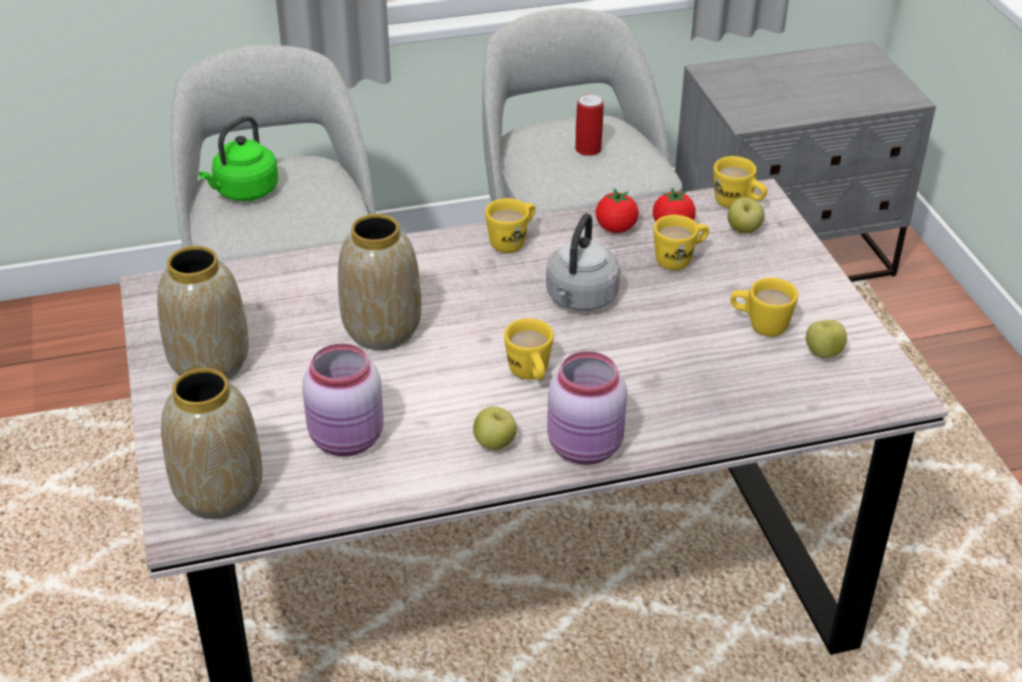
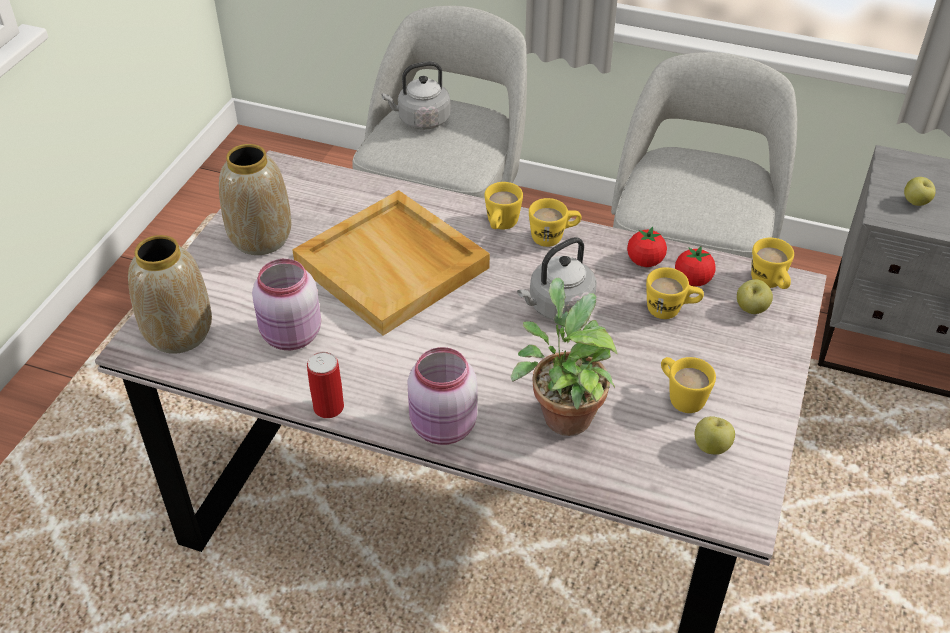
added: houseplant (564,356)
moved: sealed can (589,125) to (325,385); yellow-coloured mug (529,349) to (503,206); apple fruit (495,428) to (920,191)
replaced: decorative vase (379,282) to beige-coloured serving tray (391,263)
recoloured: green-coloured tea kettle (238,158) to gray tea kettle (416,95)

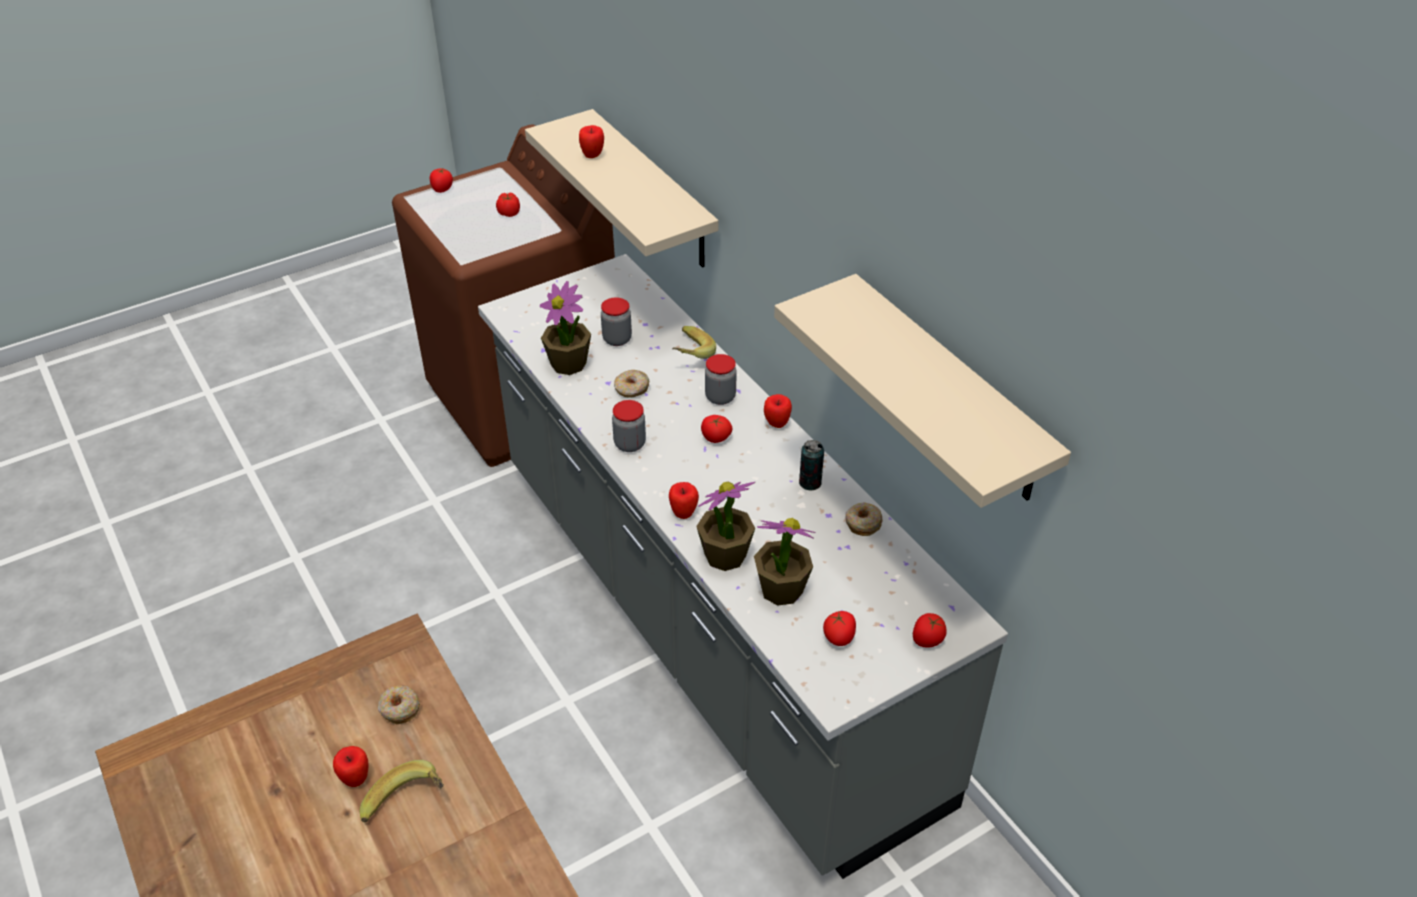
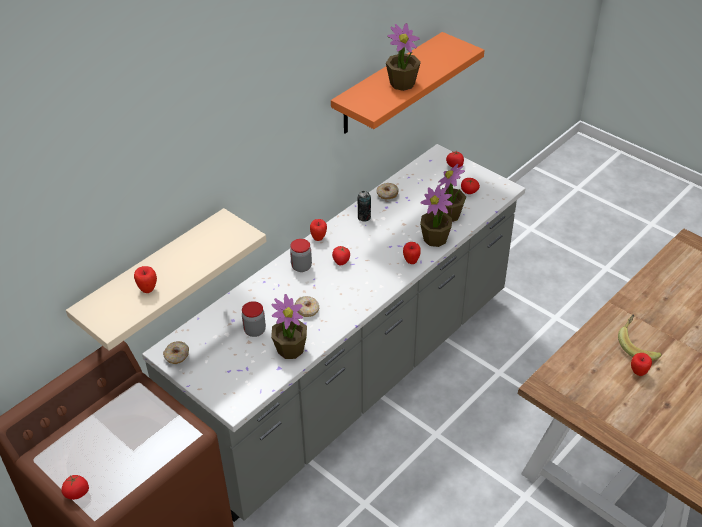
removed: whole tomato (508,205); preserve jar (629,426); whole banana (694,342)
added: houseplant (403,57)
moved: donut (399,705) to (176,352)
recoloured: beige-coloured bracket shelf (922,391) to orangey bracket shelf (407,82)

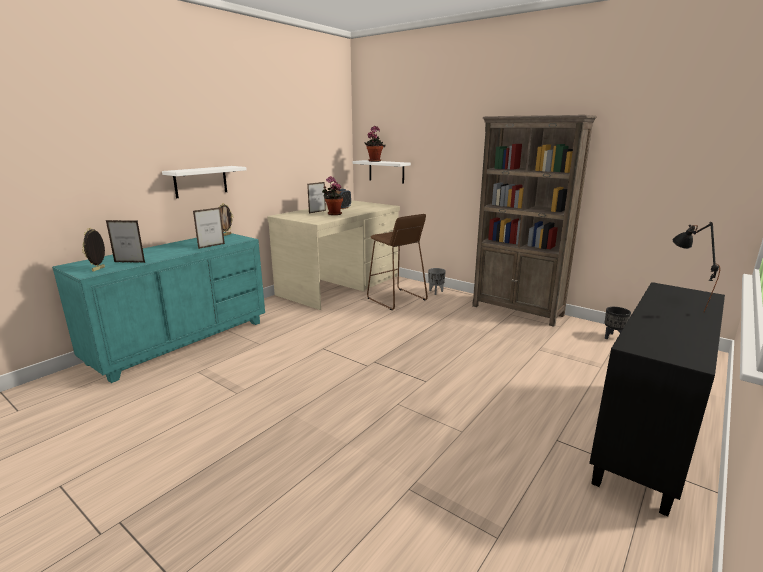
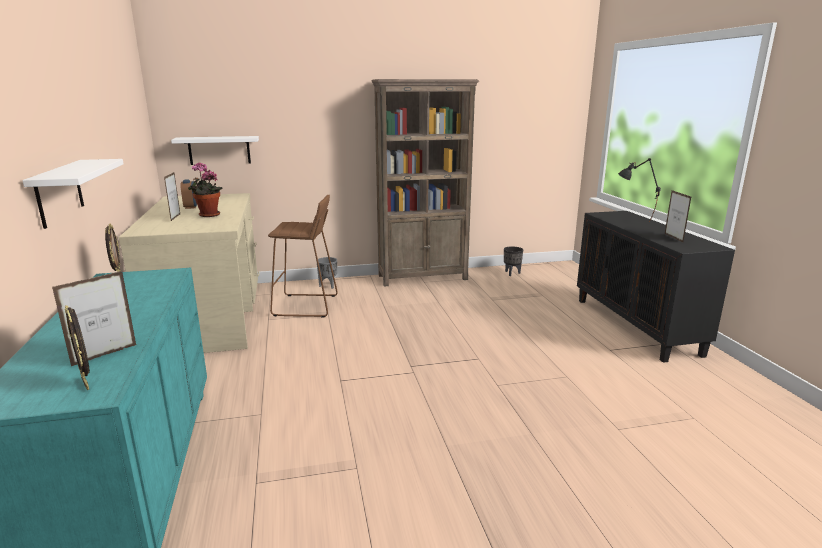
removed: houseplant (374,144)
moved: standing frame (209,228) to (678,216)

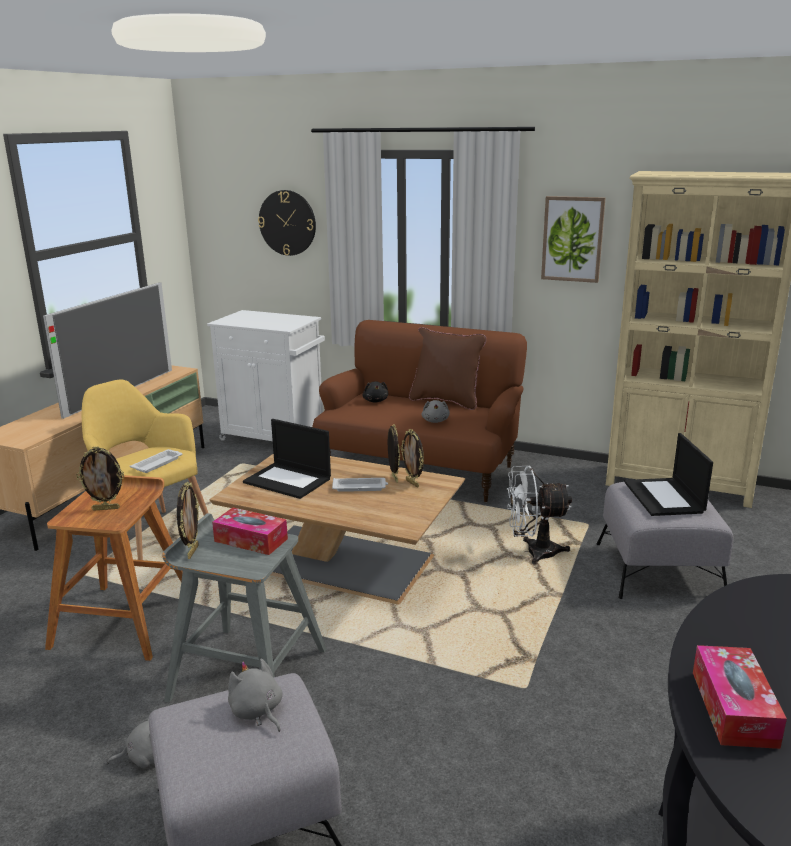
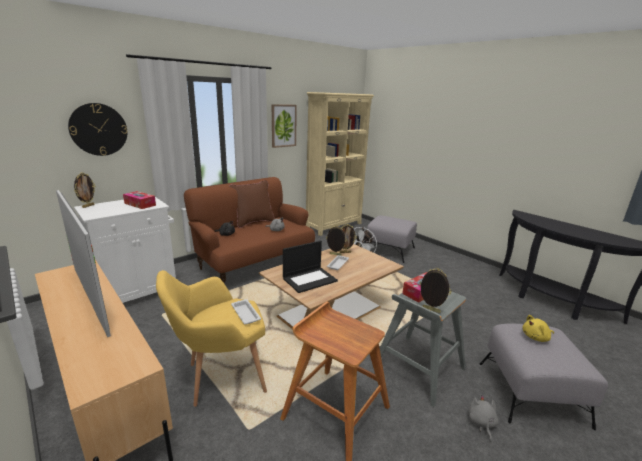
removed: laptop (668,474)
moved: standing frame (100,478) to (85,190); tissue holder (740,697) to (139,200)
recoloured: gray plush toy (255,695) to yellow-coloured plush toy (538,328)

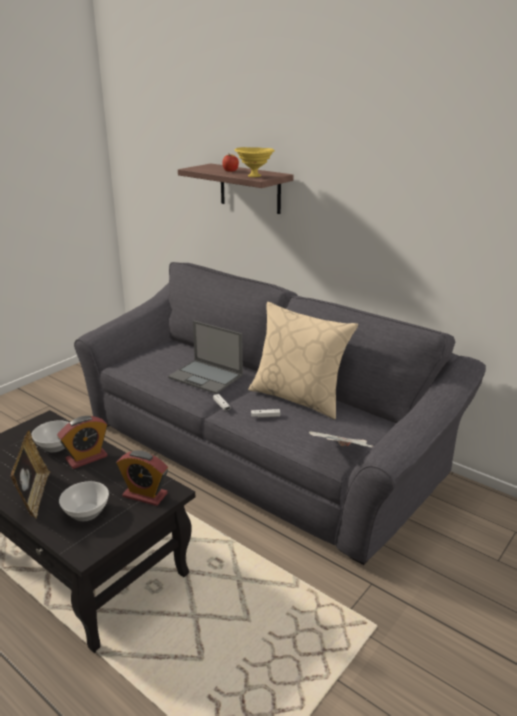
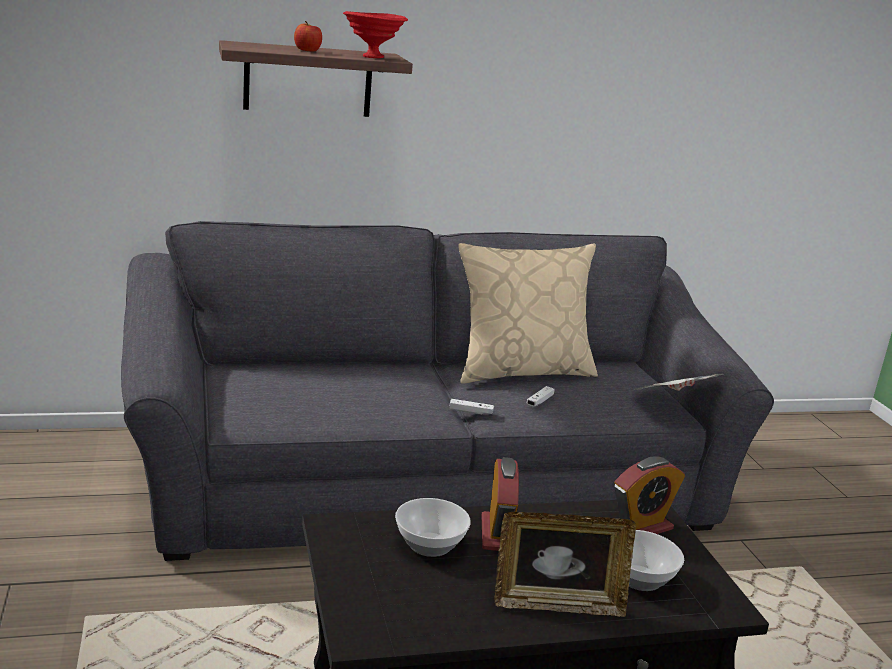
removed: laptop (205,357)
recoloured: yellow-coloured deep dish (255,162) to red-coloured deep dish (375,34)
turned: standing frame (30,474) = (565,564) 150 degrees clockwise

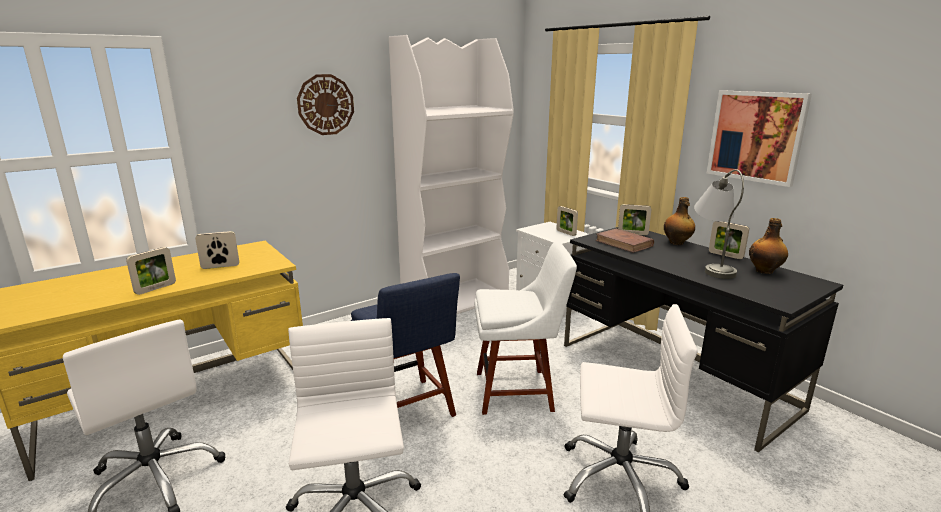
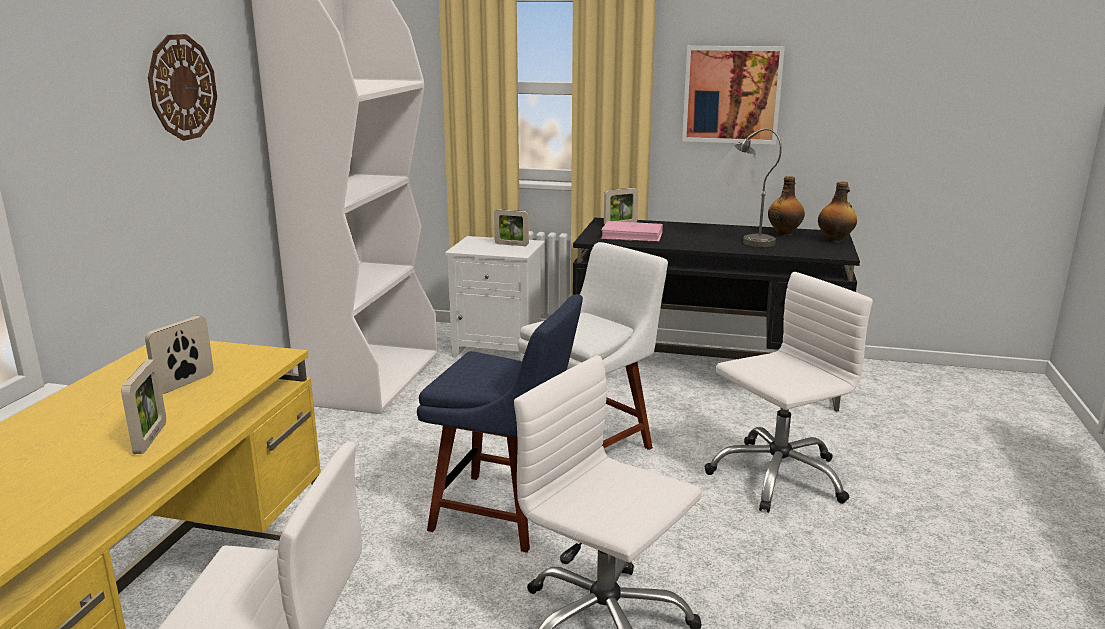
removed: standing frame (729,240)
moved: drink bottle (679,221) to (837,212)
recoloured: brown-coloured bound book (624,241) to pink-coloured bound book (632,231)

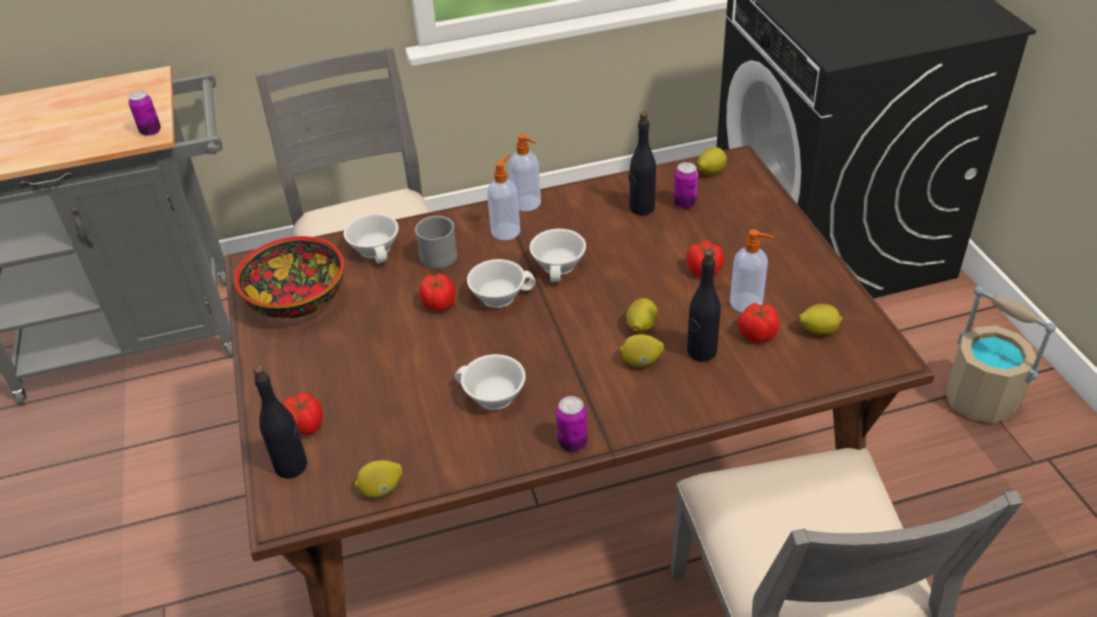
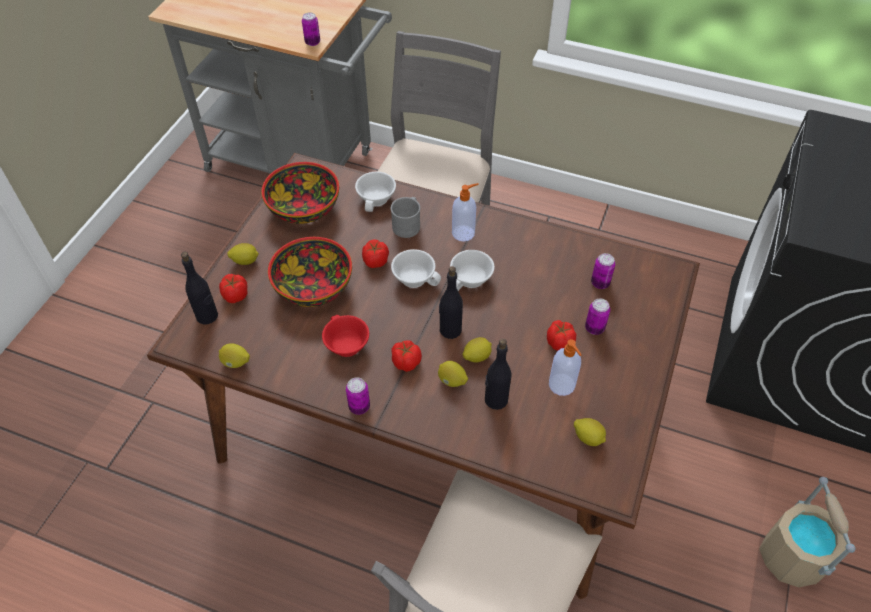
removed: soap bottle (525,172)
added: deep dish (310,272); sealed can (597,316)
moved: whole lemon (712,160) to (243,254); whole tomato (758,323) to (406,356); black drink bottle (642,163) to (451,302)
recoloured: white small cup (490,382) to red-coloured small cup (345,336)

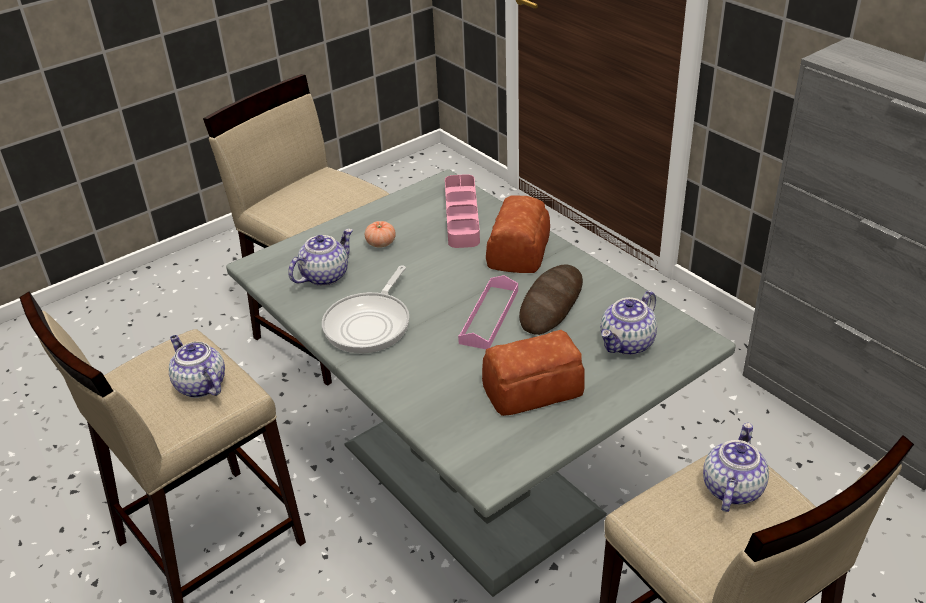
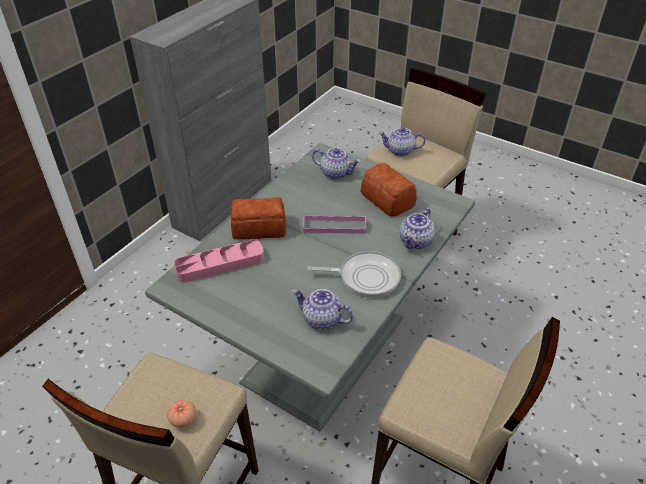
removed: baked bread (551,299)
moved: whole tomato (380,234) to (181,414); teapot (197,366) to (417,228)

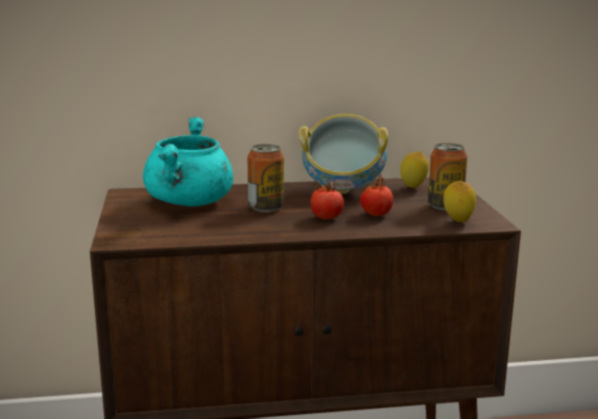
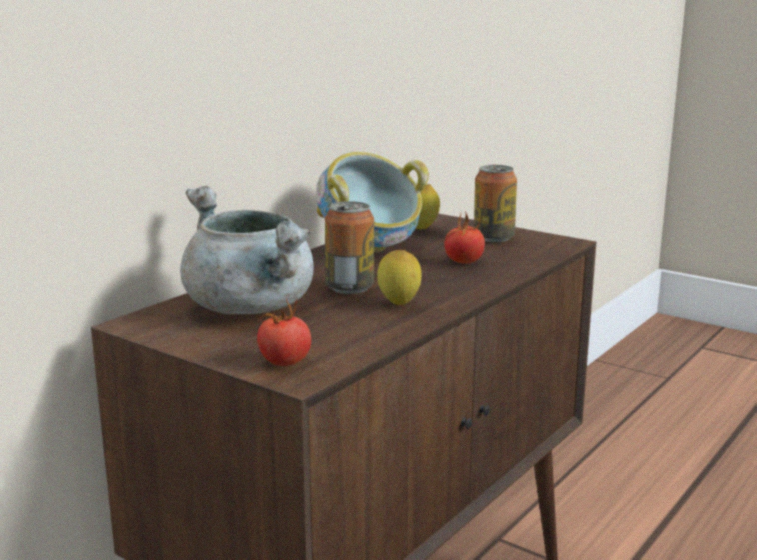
moved: whole tomato (327,198) to (284,332); whole lemon (459,201) to (399,277)
recoloured: turquoise saucepot (188,161) to gray saucepot (246,250)

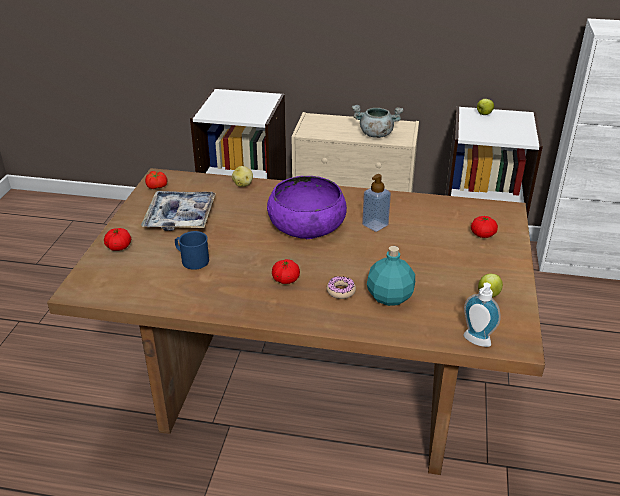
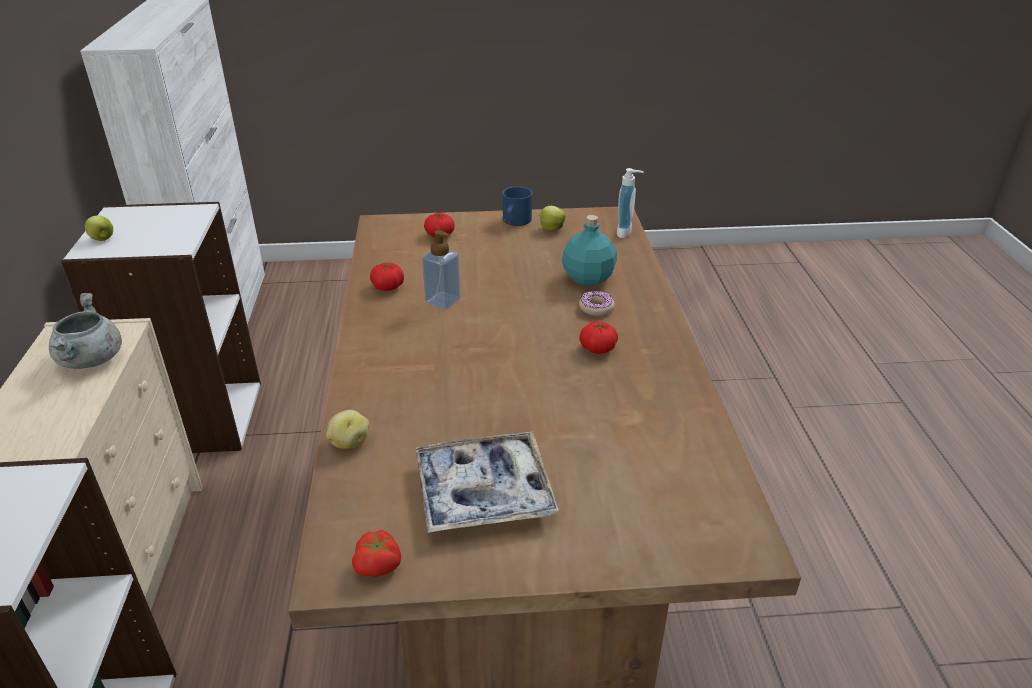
removed: purple deep dish (307,207)
moved: whole tomato (117,239) to (387,277); bluish mug (192,250) to (517,206)

